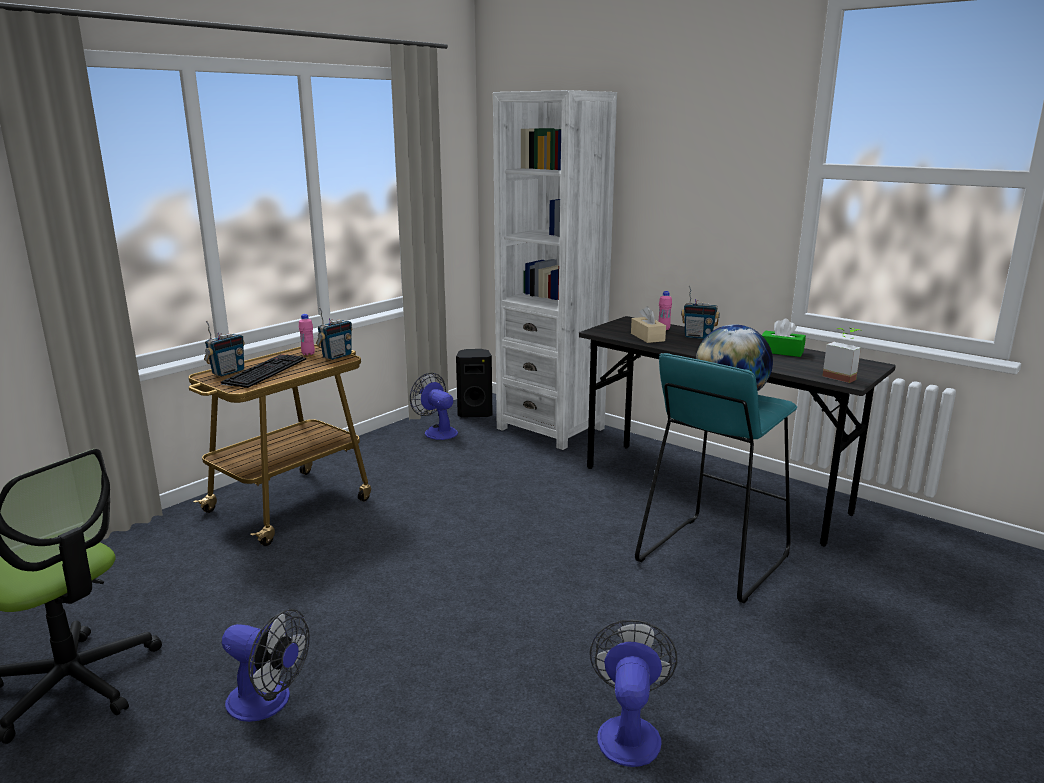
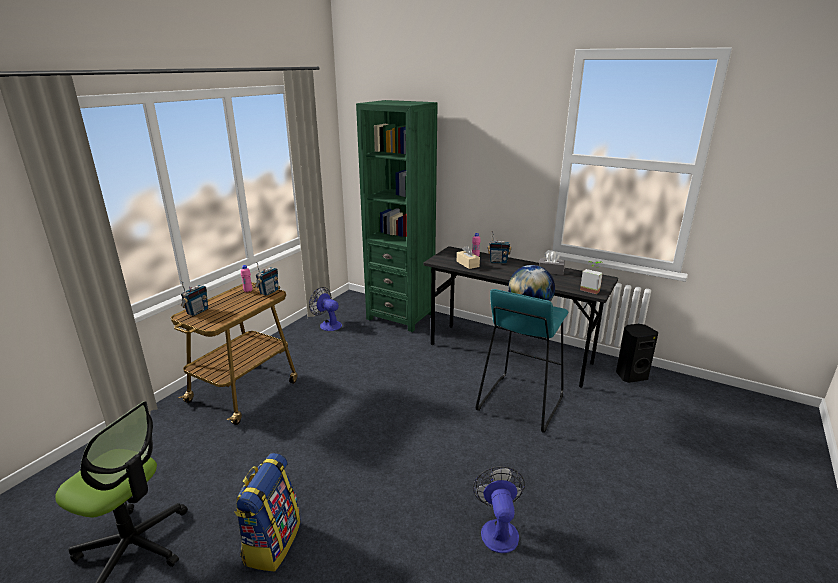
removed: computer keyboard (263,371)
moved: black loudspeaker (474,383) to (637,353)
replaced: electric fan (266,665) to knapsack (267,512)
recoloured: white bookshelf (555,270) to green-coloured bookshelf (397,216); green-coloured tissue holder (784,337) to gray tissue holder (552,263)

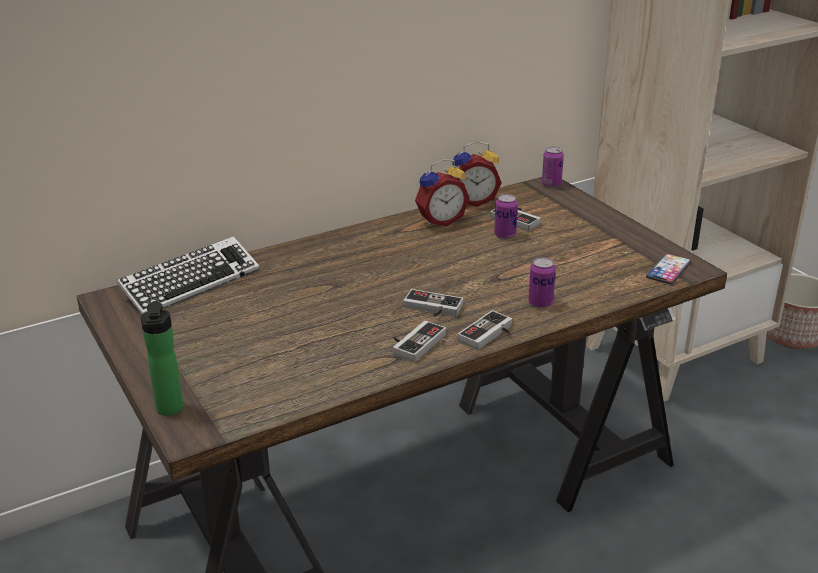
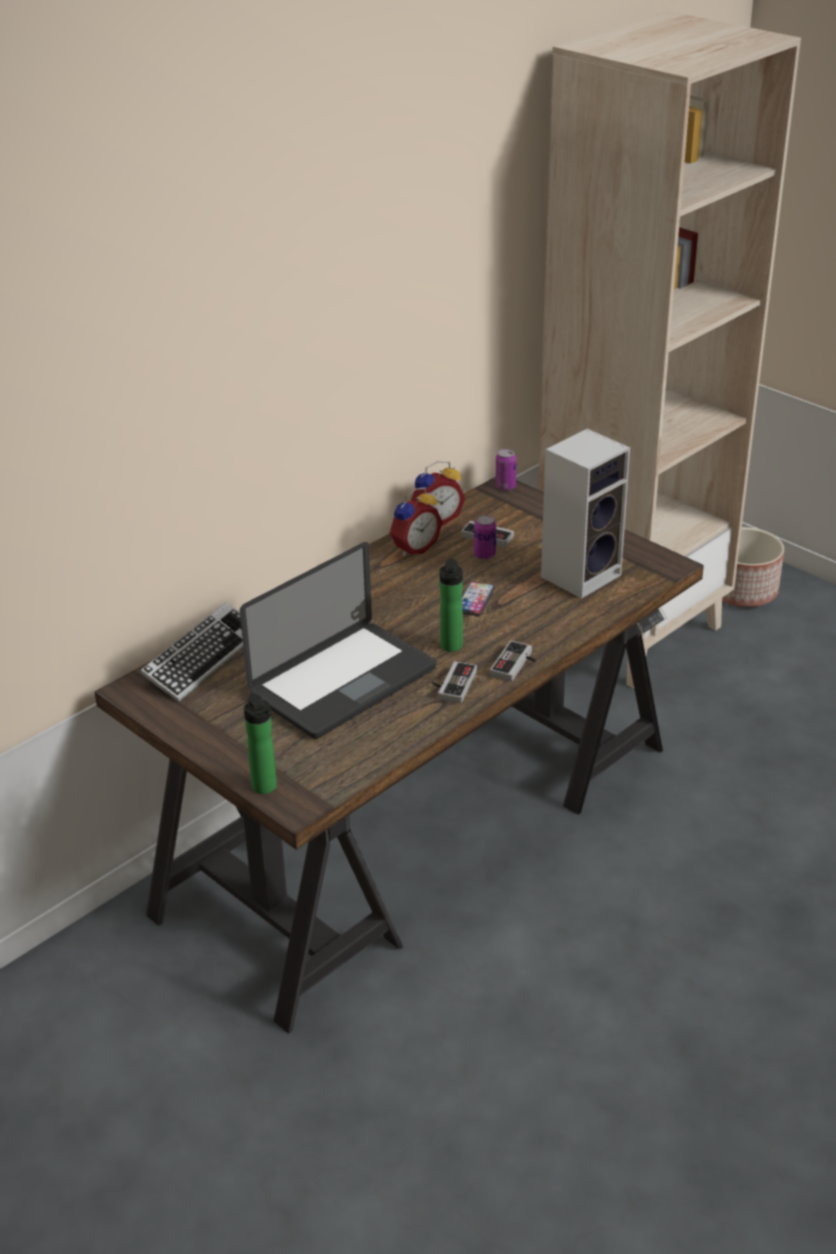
removed: sealed can (542,282)
added: laptop (338,640); loudspeaker (585,514)
moved: telephone (669,269) to (478,598)
replaced: game controller (433,303) to drink bottle (451,605)

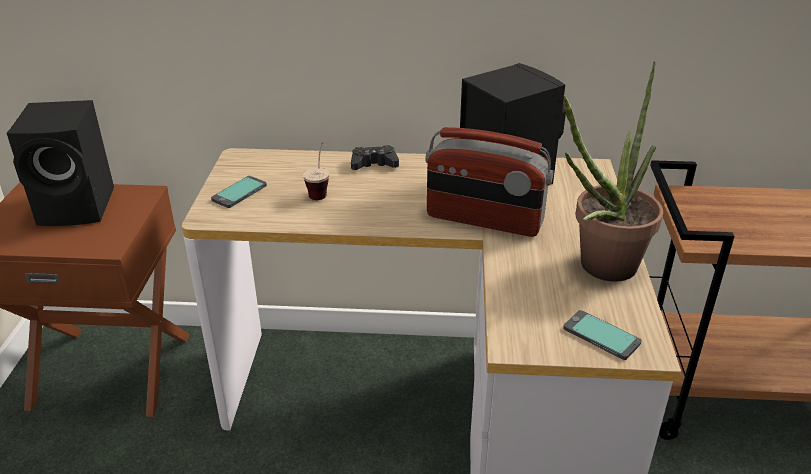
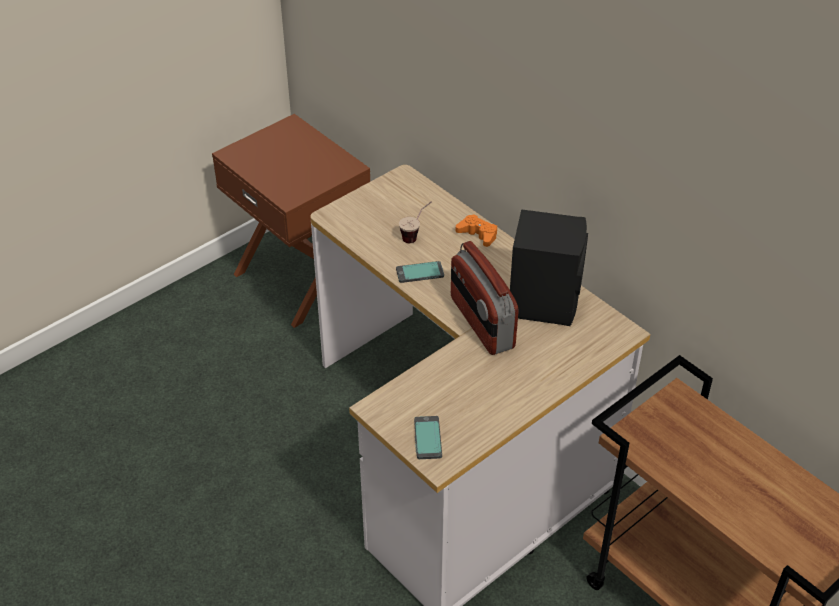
removed: black loudspeaker (60,163); houseplant (613,171)
moved: telephone (239,192) to (420,272)
recoloured: black game controller (375,157) to orangey game controller (476,230)

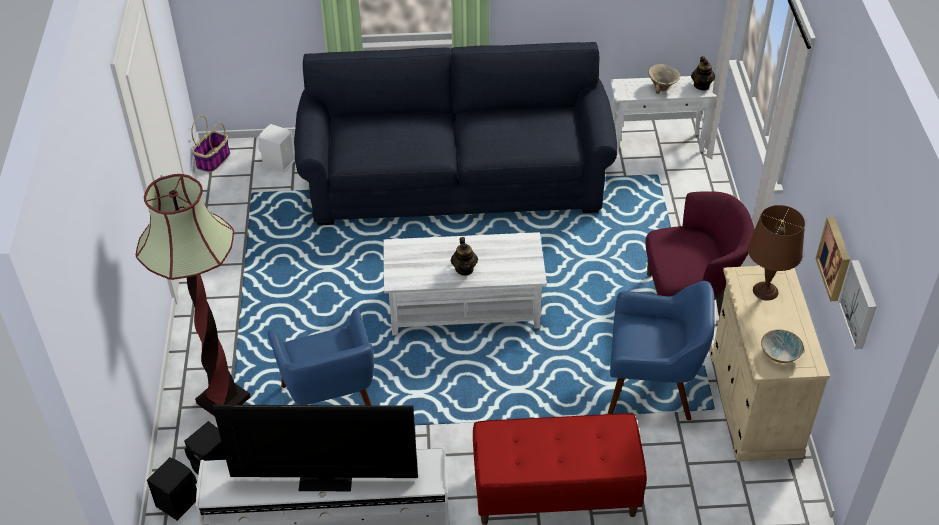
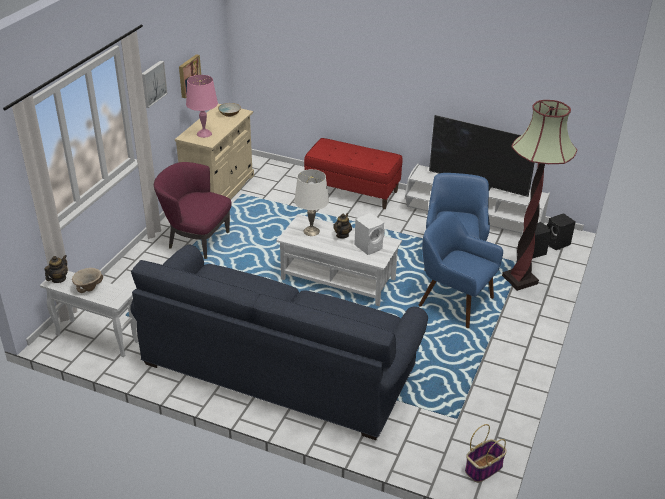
added: white lamp for a table (311,202)
moved: picture (857,304) to (155,84); white loudspeaker (276,148) to (369,234); bluish easy chair (661,350) to (460,270)
recoloured: brown-coloured lamp for a table (776,253) to pink-coloured lamp for a table (202,106)

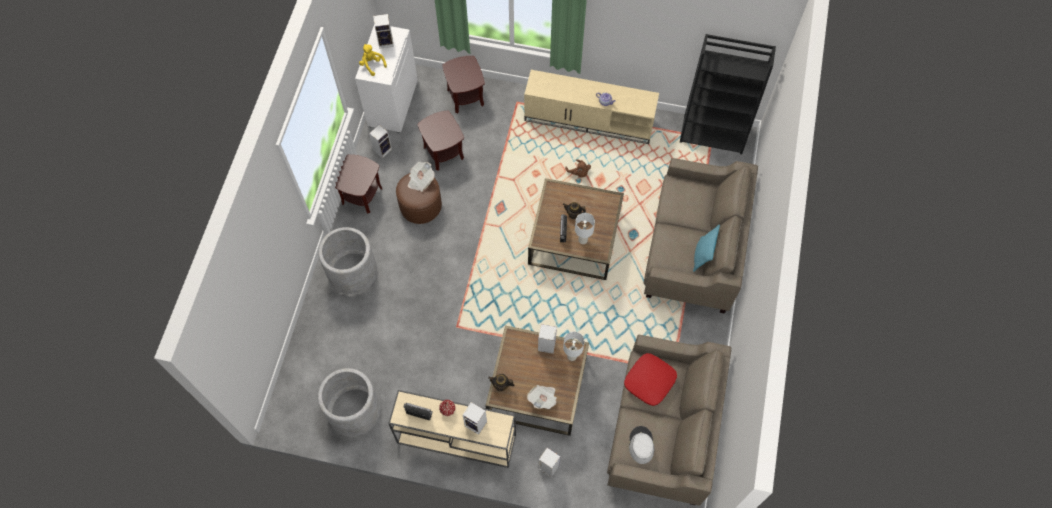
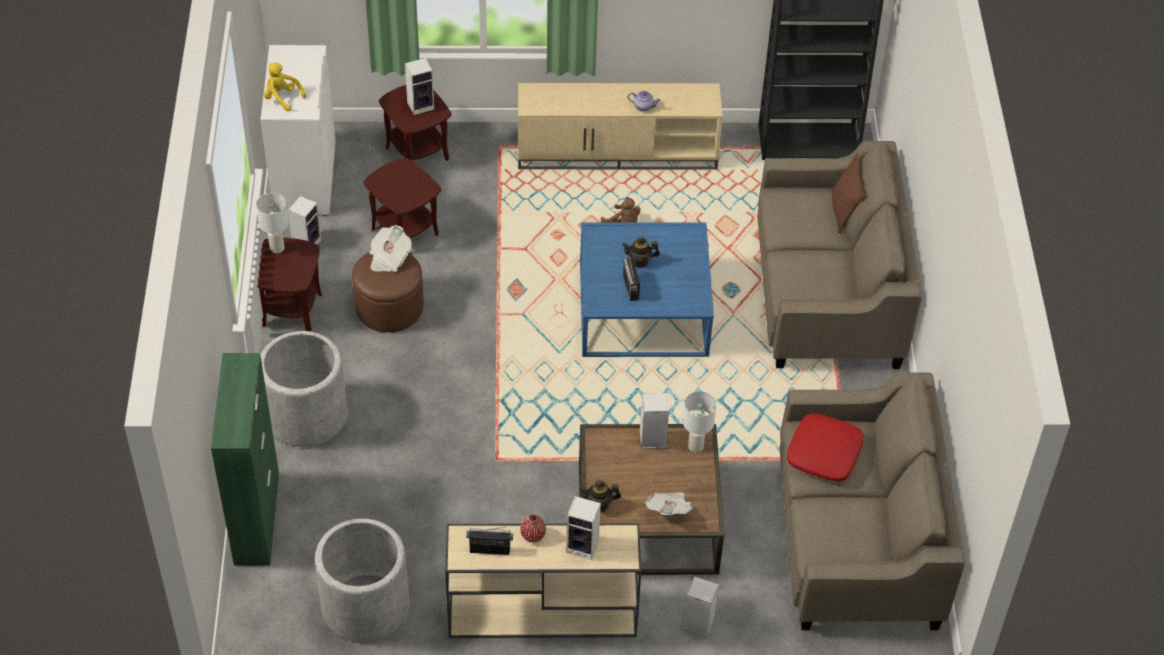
removed: gray hat (642,445); turquoise pillow (706,248)
added: green-coloured cupboard (245,459); brown-coloured pillow (849,193)
moved: white lamp for a table (585,228) to (272,223); loudspeaker (383,31) to (419,86)
recoloured: brown-coloured lounge table (576,229) to bluish lounge table (647,289)

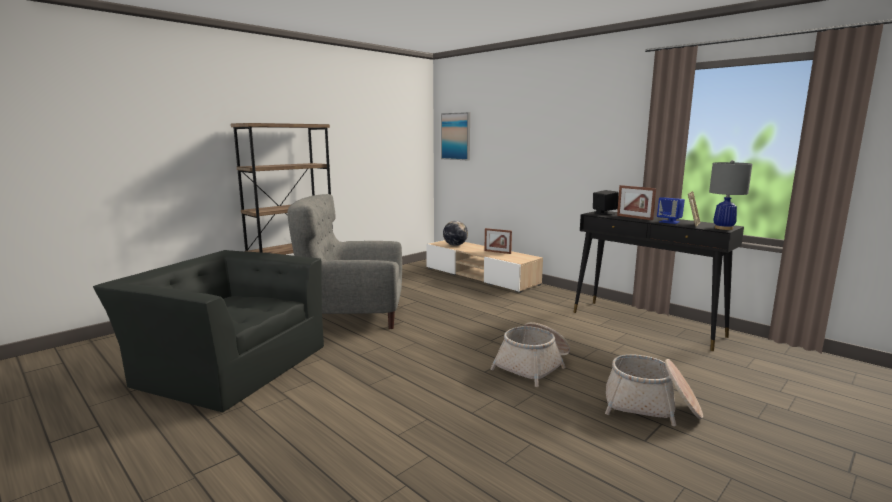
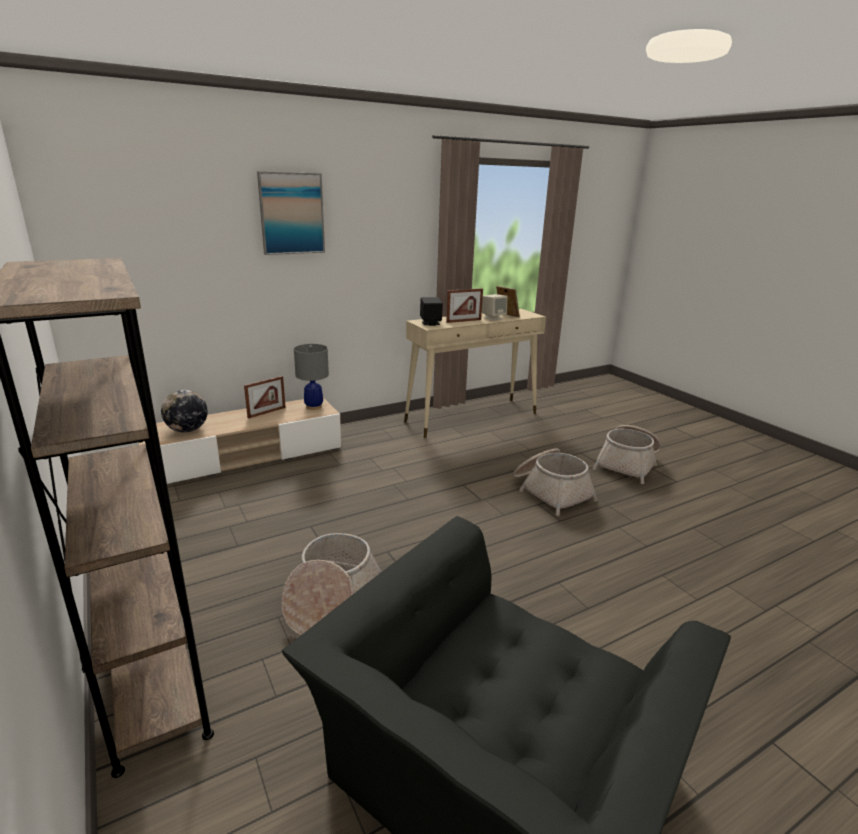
moved: picture (455,136) to (291,213); gray lamp for a table (730,195) to (311,377)
replaced: gray easy chair (345,261) to basket (331,584)
recoloured: black narrow table (658,281) to beige-coloured narrow table (475,373); bluish loudspeaker (671,210) to beige-coloured loudspeaker (494,307)

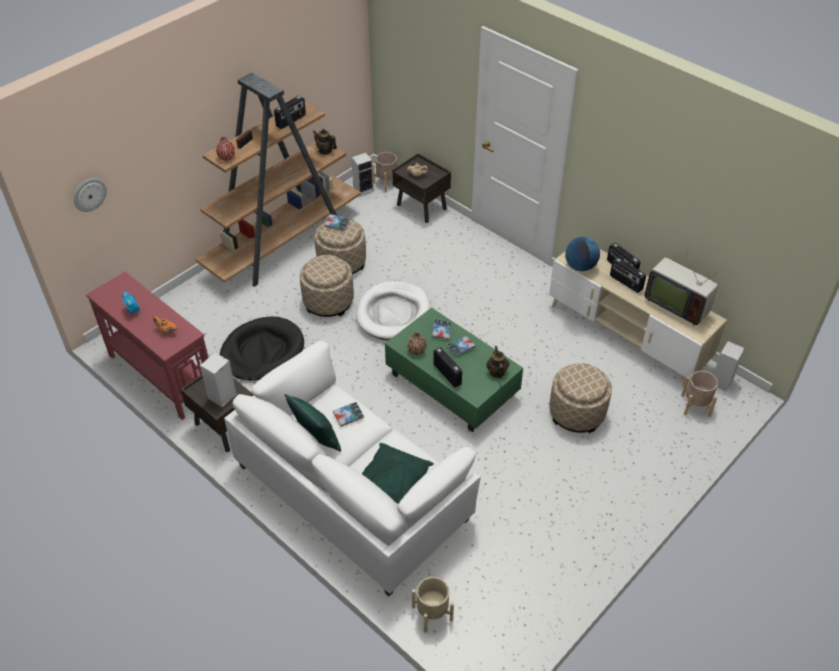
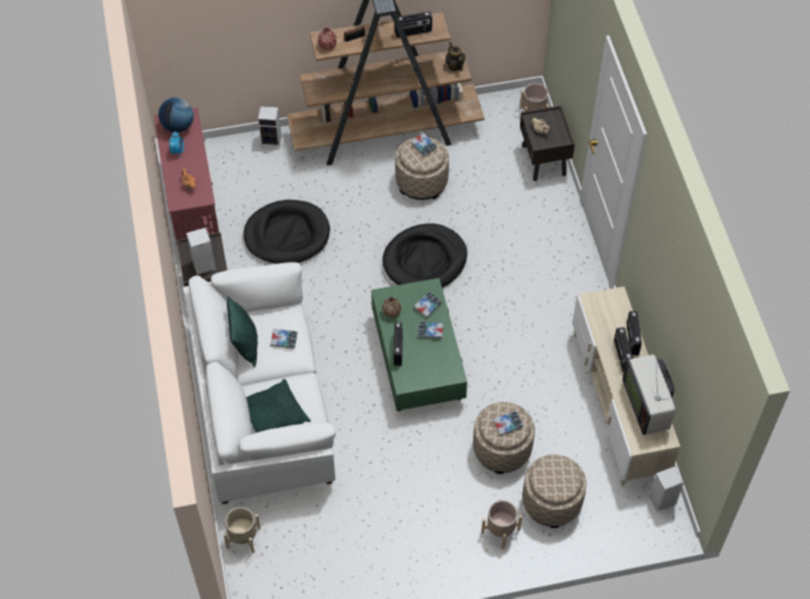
removed: clock on the wall (90,195); teapot (497,362)
added: bound book (508,423)
moved: world globe (582,253) to (176,115); loudspeaker (362,174) to (269,127); beige-coloured flower pot (699,394) to (501,524); beige-coloured footrest (327,286) to (554,491)
recoloured: white dog bed (393,310) to black dog bed (424,255)

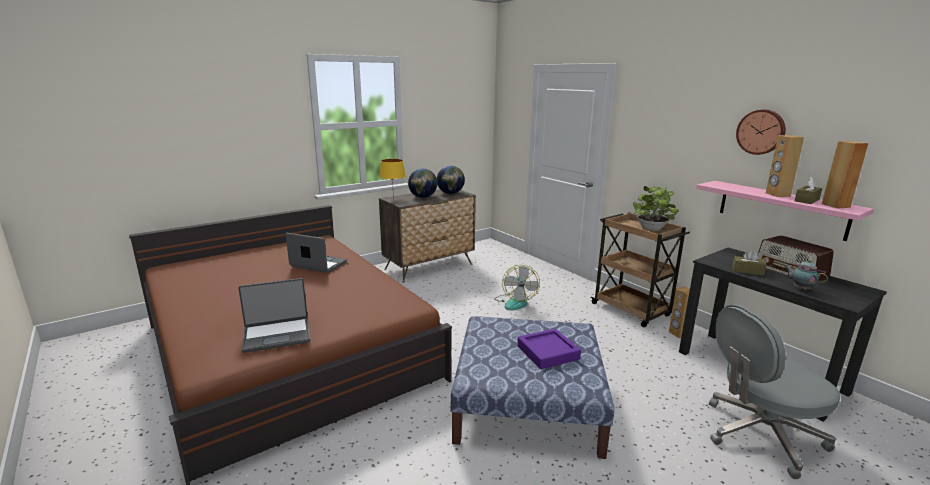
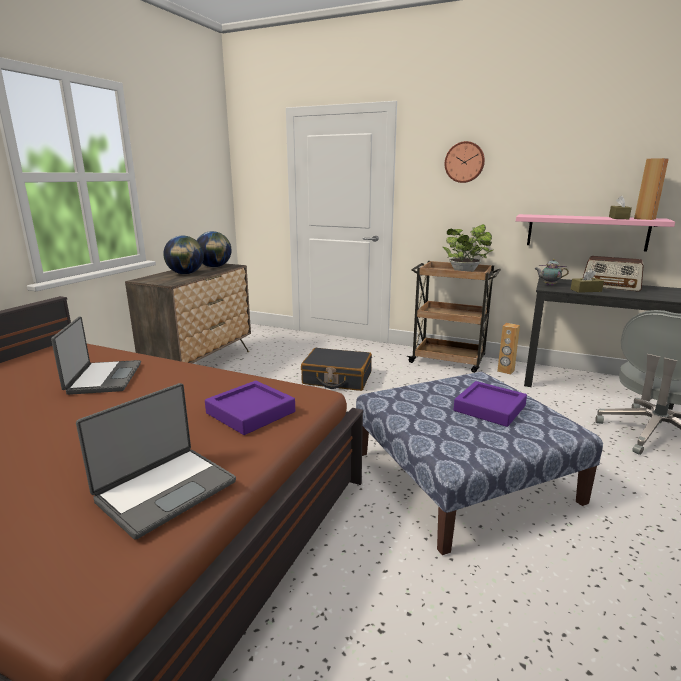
removed: yellow-coloured lamp for a table (392,179); brown-coloured loudspeaker (785,166)
added: purple serving tray (250,408)
moved: clock on the wall (761,132) to (465,162); teapot (806,275) to (552,272)
replaced: electric fan (517,287) to black travel case (336,369)
turned: laptop (316,253) = (96,356) 90 degrees clockwise

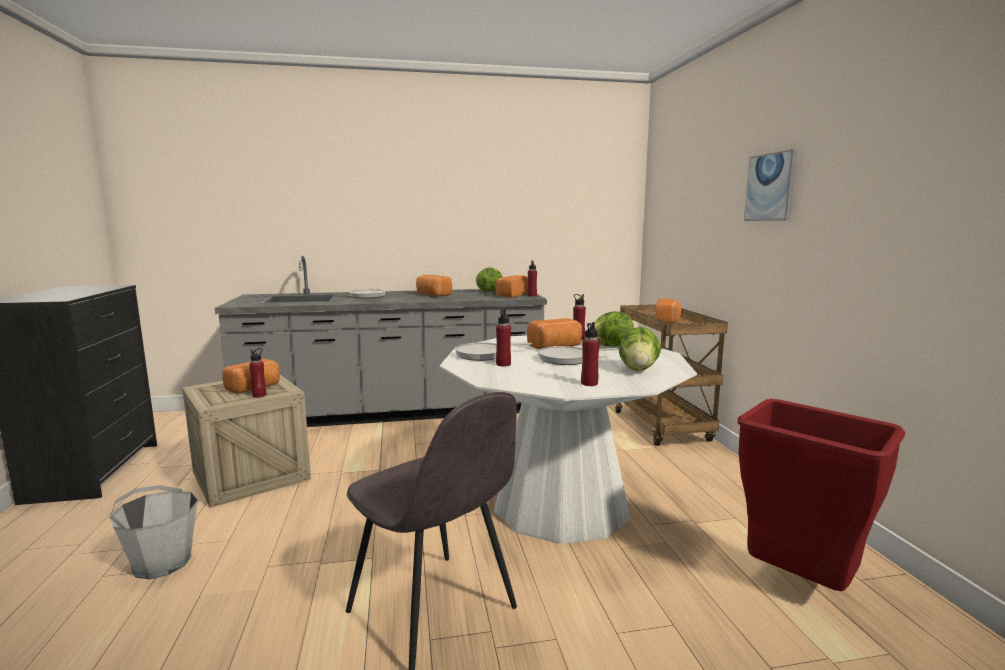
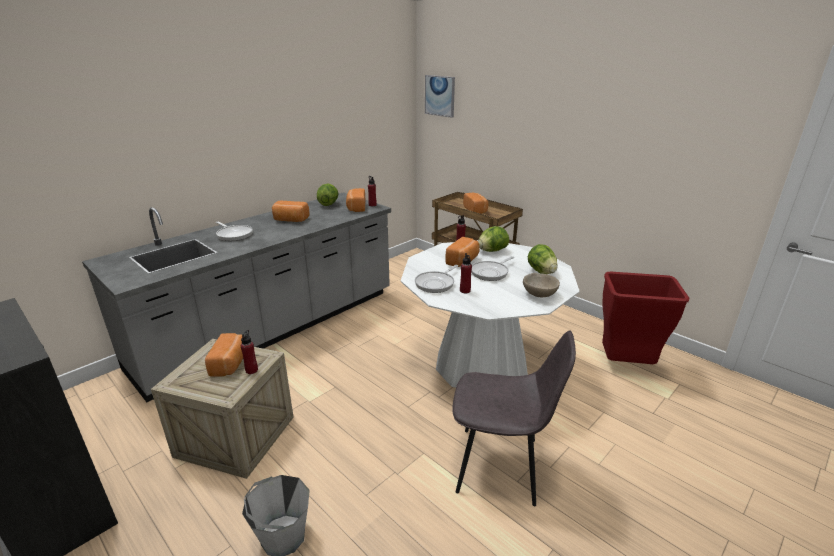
moved: picture (771,185) to (440,96)
replaced: red-coloured drink bottle (590,354) to beige-coloured deep dish (541,285)

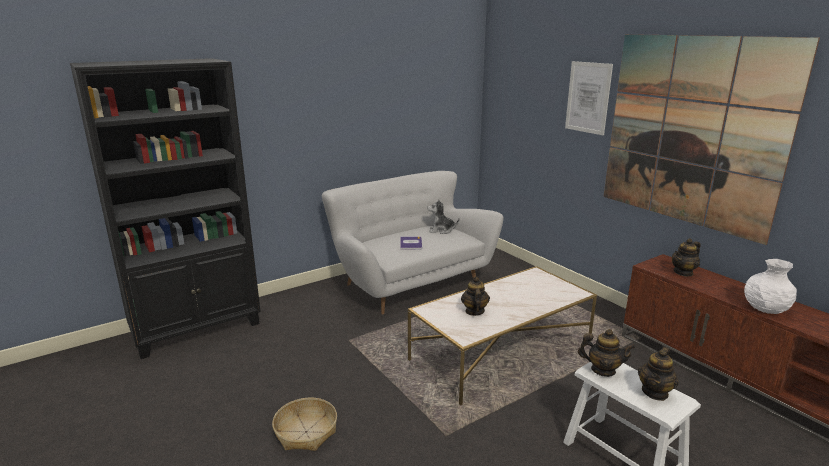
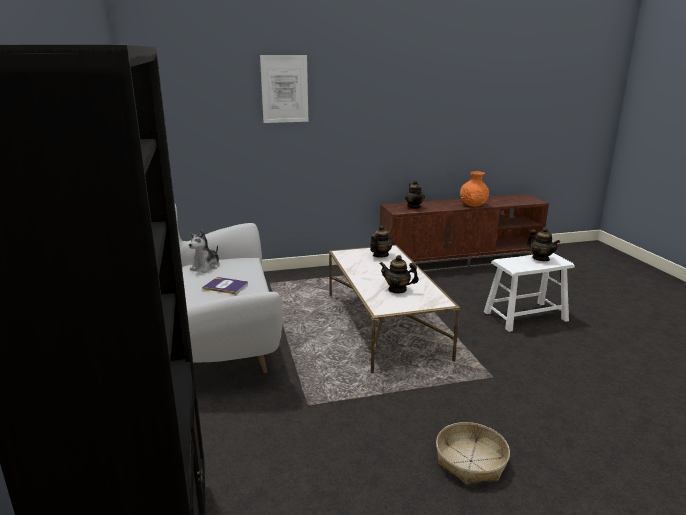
removed: picture (711,139)
moved: teapot (606,353) to (381,241)
recoloured: white decorative vase (770,286) to orangey decorative vase (474,189)

